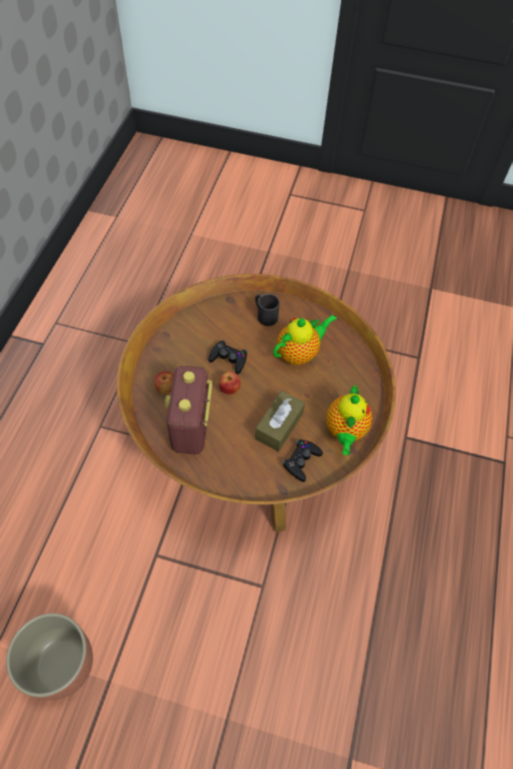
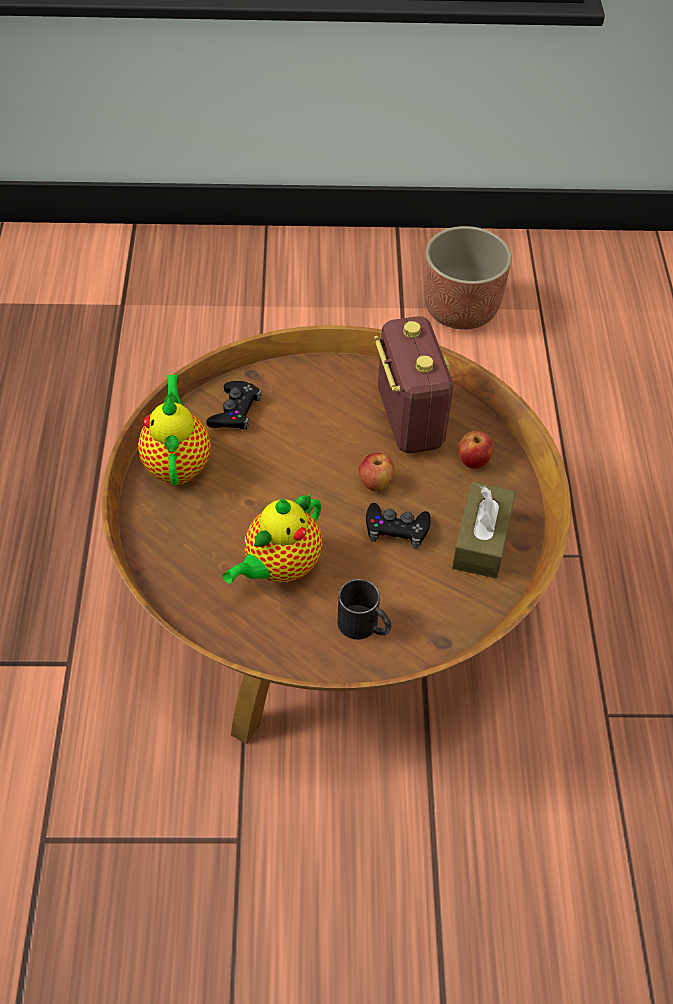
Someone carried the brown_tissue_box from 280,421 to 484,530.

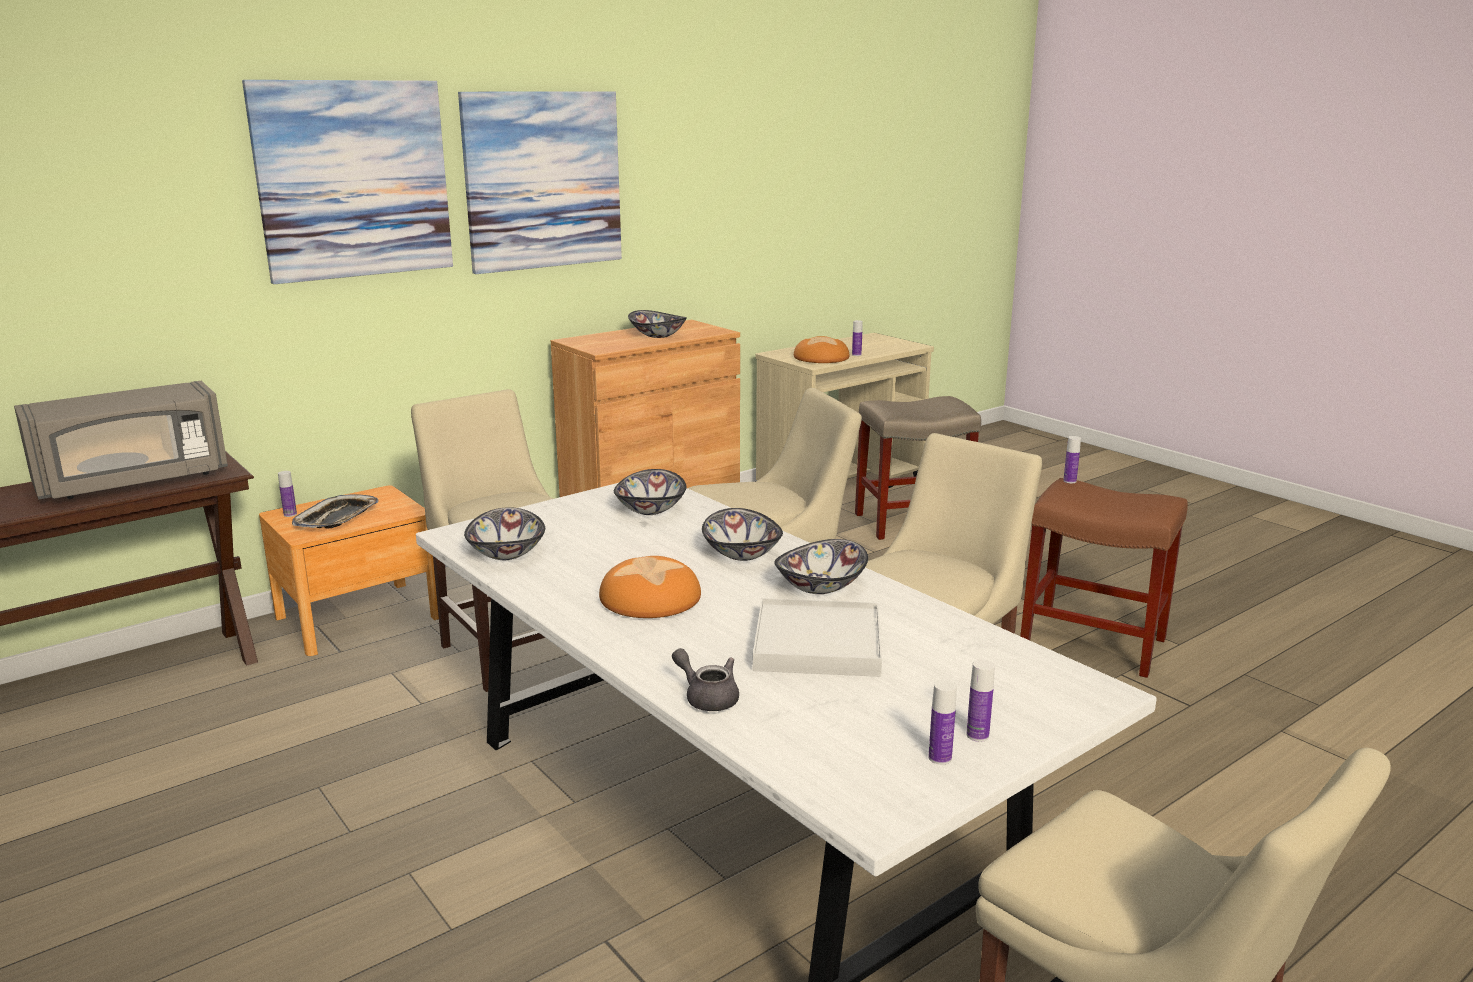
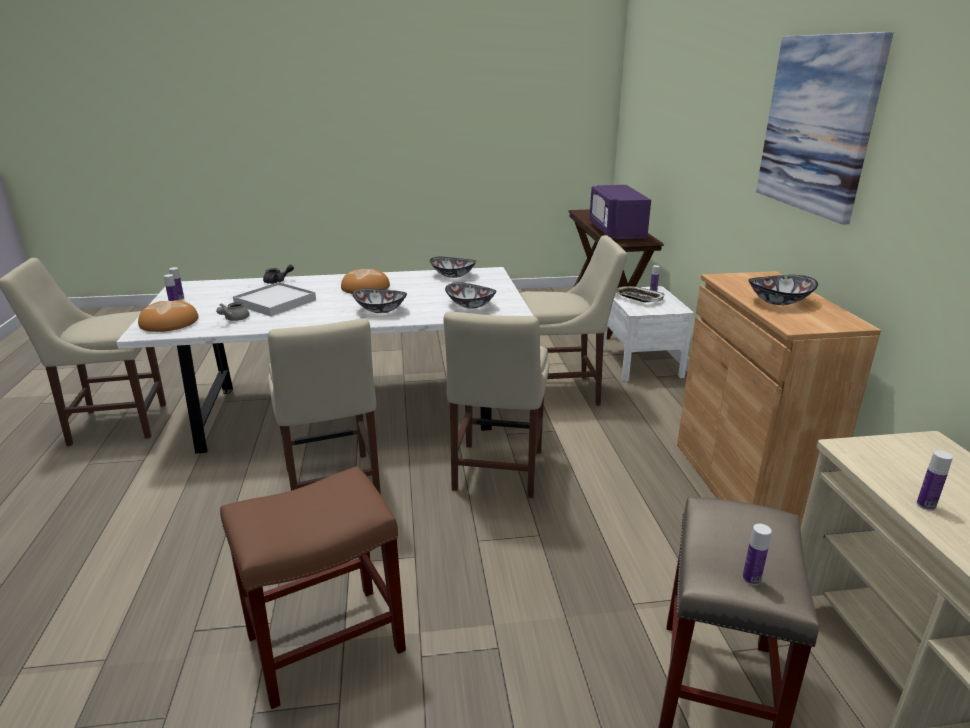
Someone repainted the grey_microwave at 121,440, which became the purple_microwave at 620,212.
Someone took away the picture at 347,182.
Someone repainted the brown_nightstand at 349,570, which became the white_nightstand at 648,334.
Someone took away the bowl at 821,566.
Someone carried the bread from 822,349 to 168,316.
Someone carried the bottle from 1072,459 to 757,554.
Someone put down the grey_teapot at 232,311.

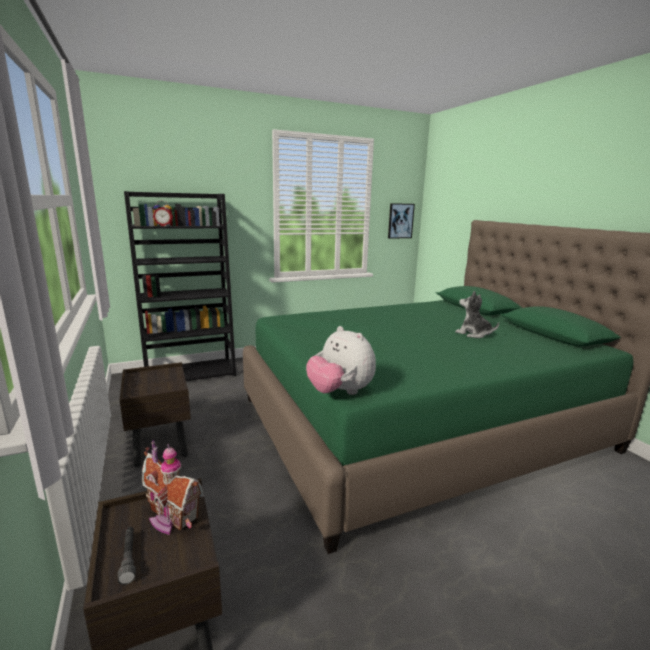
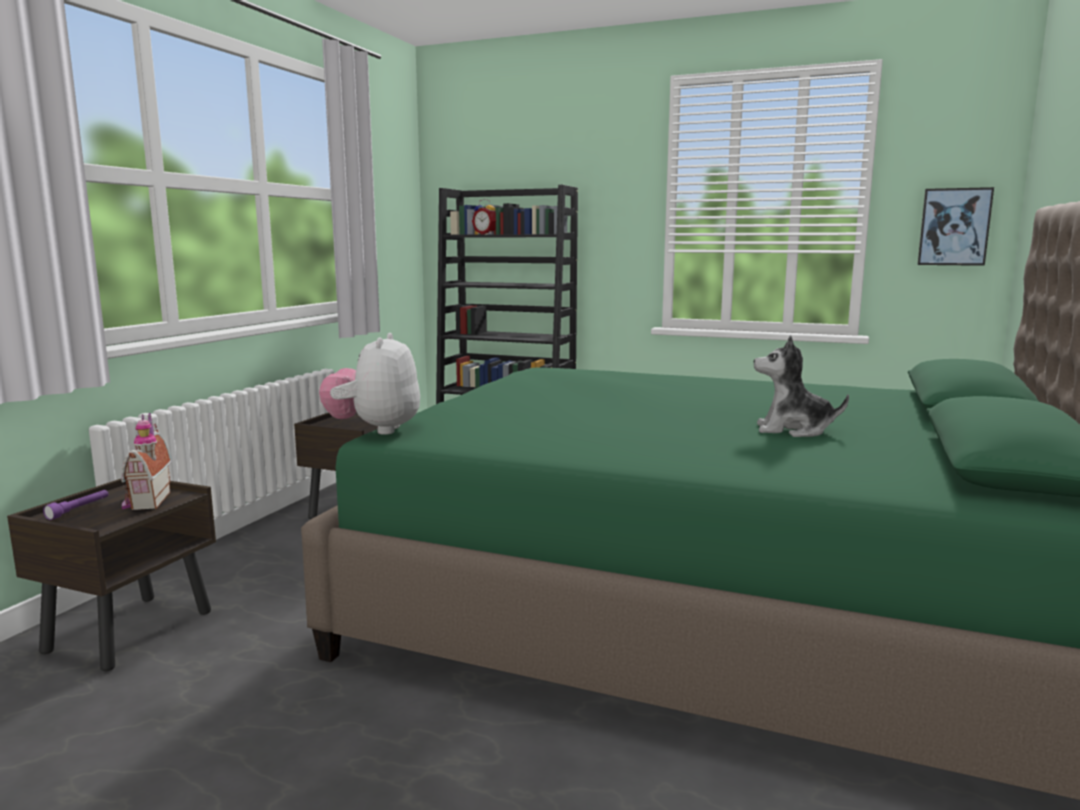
Someone repainted the grey_flashlight at 127,556, which became the purple_flashlight at 75,505.
Someone rotated the plush_toy at 477,314 by 75 degrees counterclockwise.

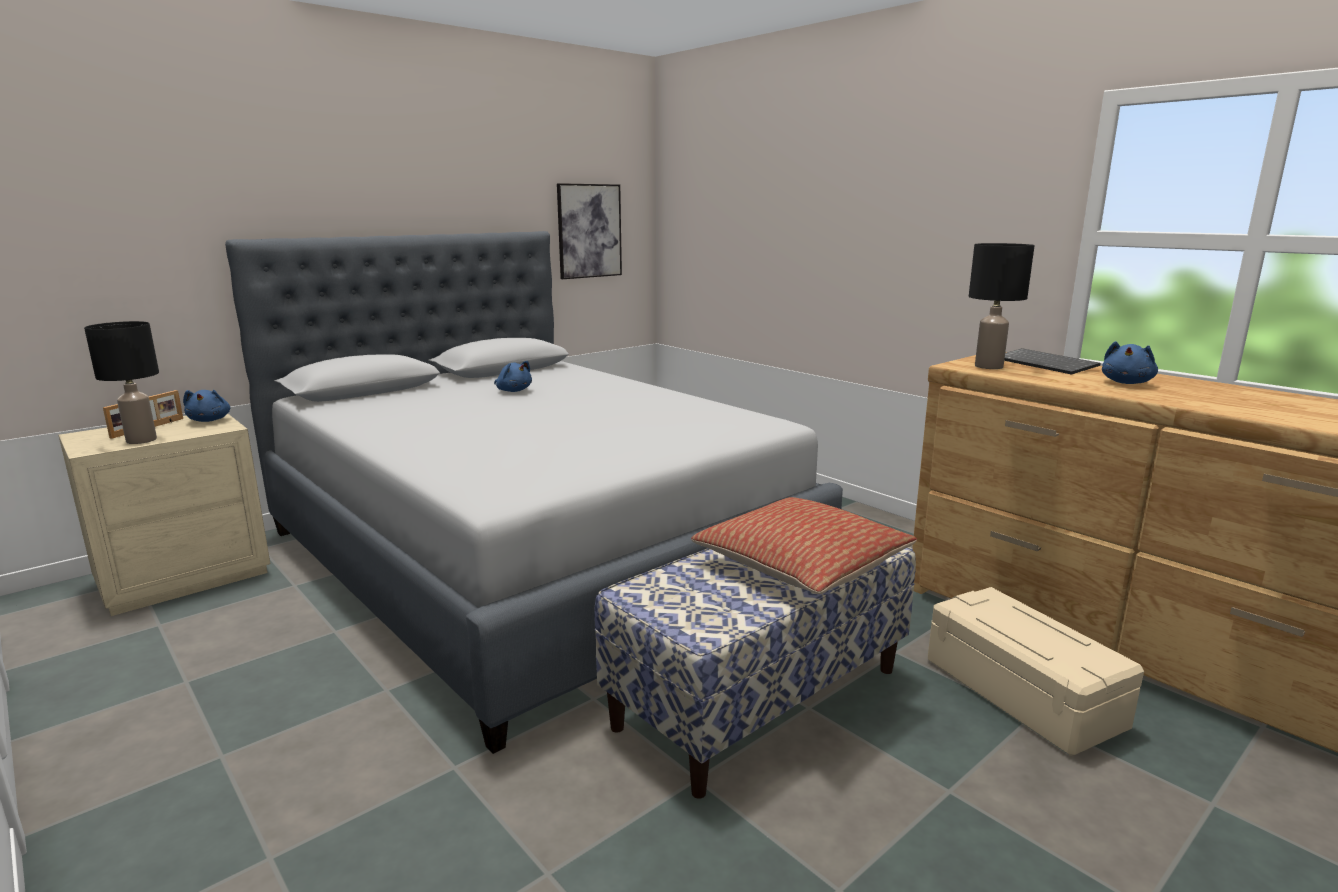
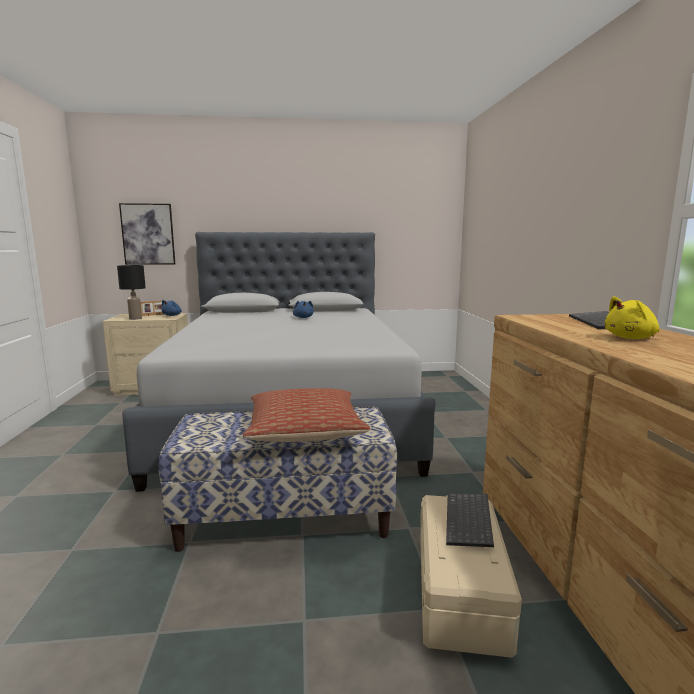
Someone carried the picture from 589,231 to 147,234.
Someone took away the black_table_lamp at 1002,306.
Someone repainted the blue_plush_toy at 1130,362, which became the yellow_plush_toy at 632,317.
Someone put down the keyboard at 470,520.

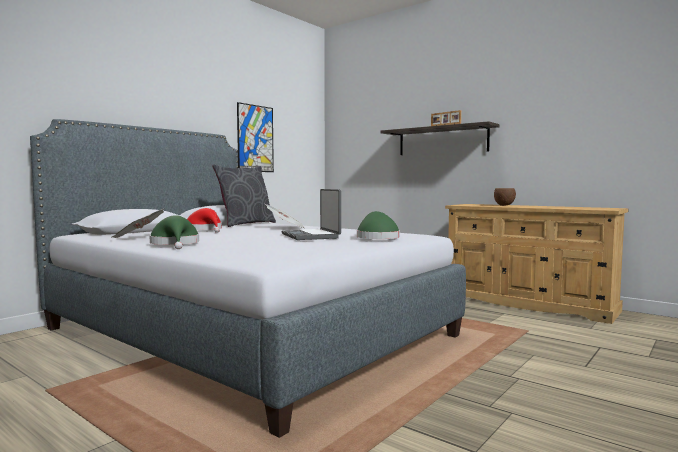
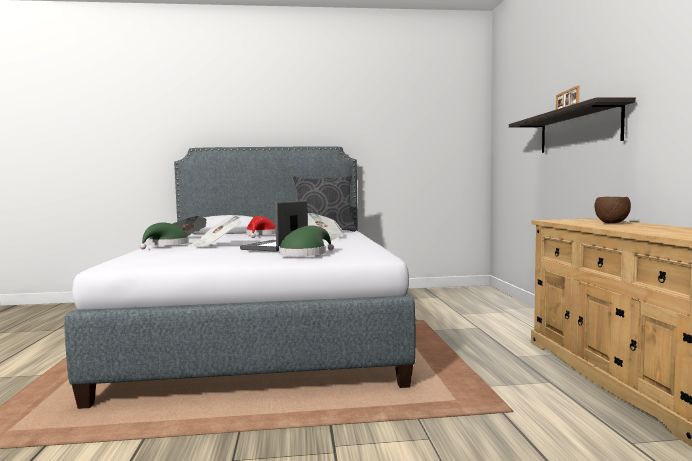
Someone took away the picture at 255,137.
Someone put down the newspaper at 216,231.

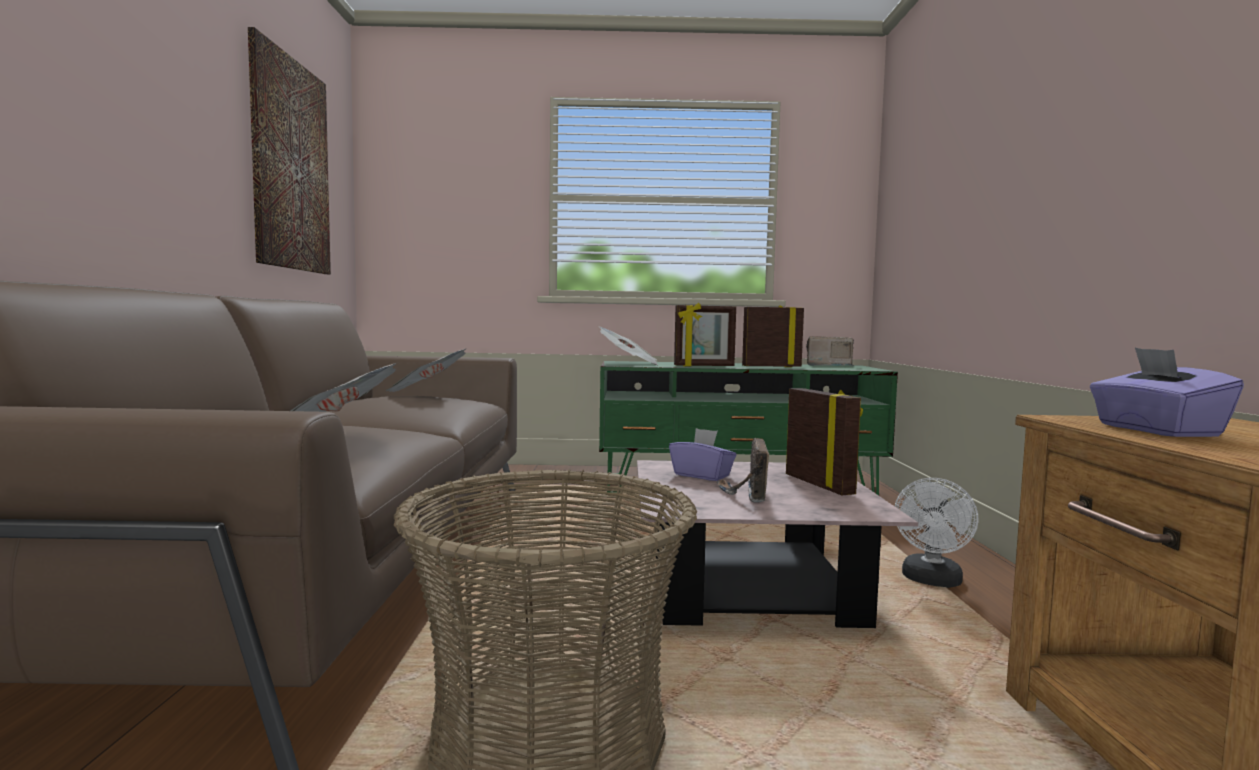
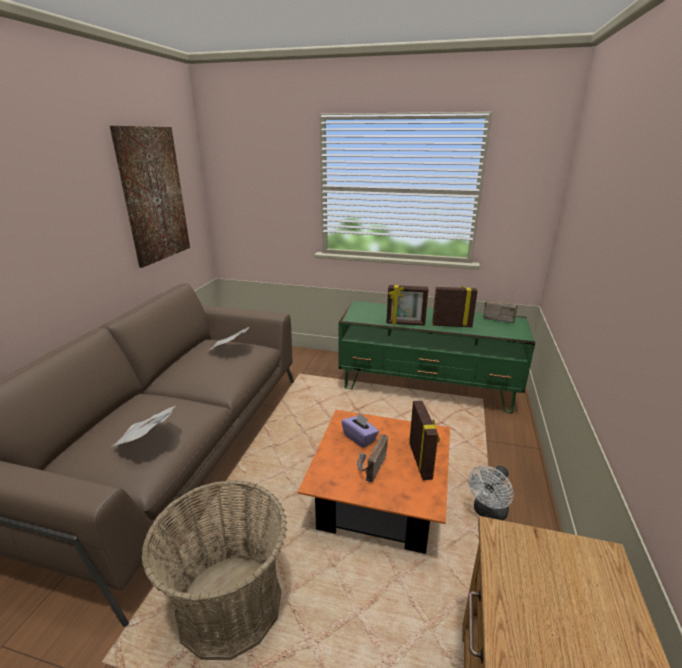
Someone took away the newspaper at 628,345.
Someone repainted the pink_coffee_table at 777,544, which became the orange_coffee_table at 374,482.
Someone took away the purple_tissue_box at 1167,392.

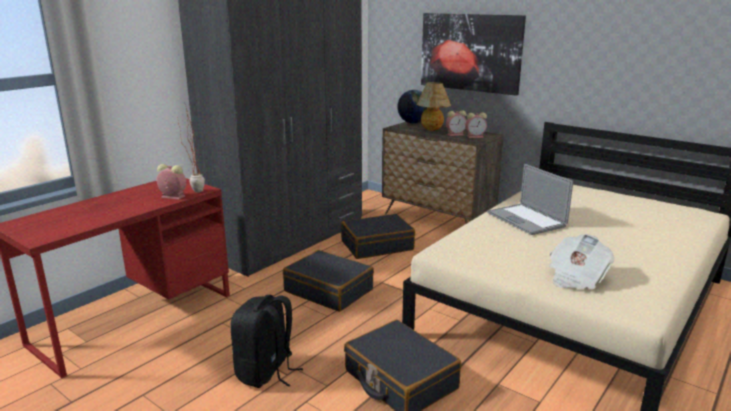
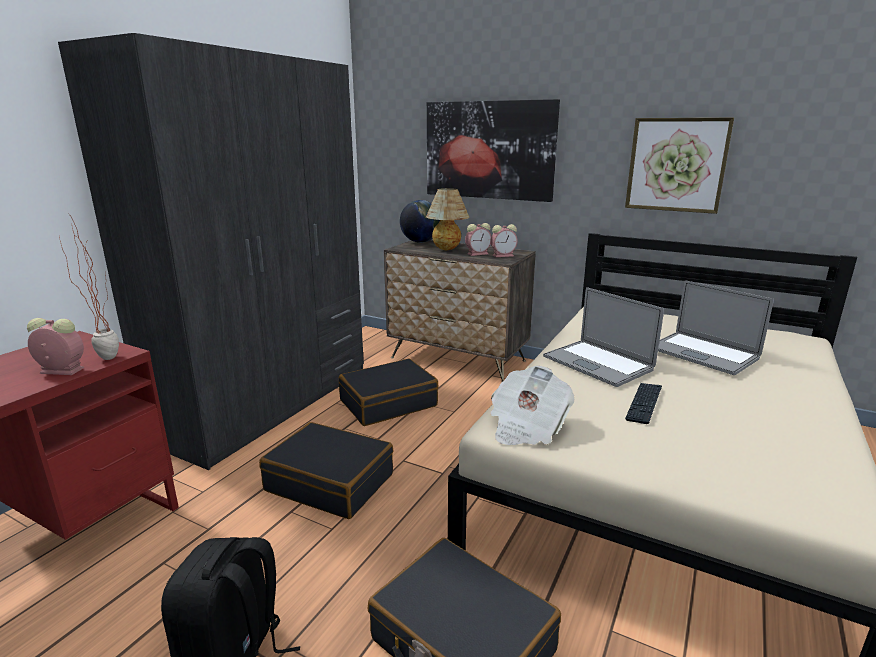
Someone carried the newspaper from 581,261 to 532,405.
Someone put up the picture at 679,166.
Someone put down the keyboard at 643,403.
Someone put down the laptop at 716,327.

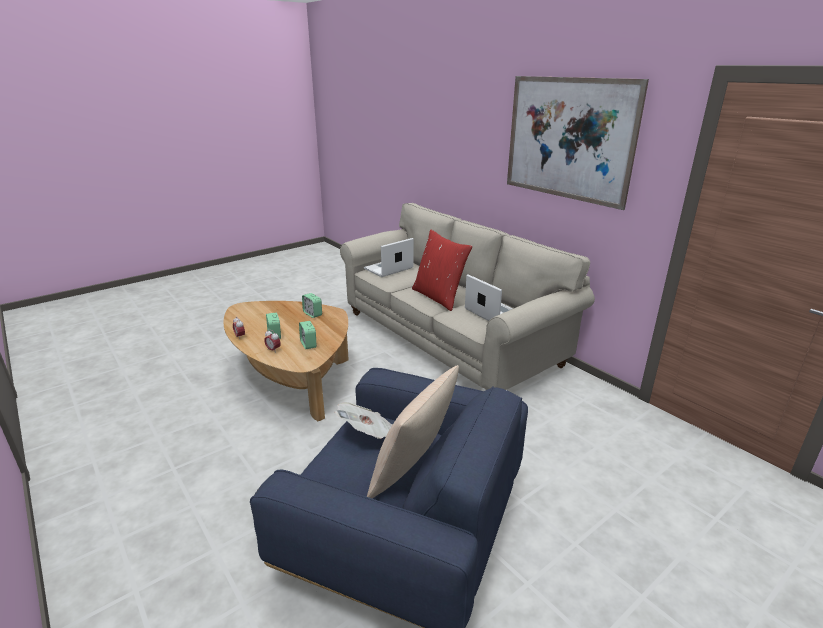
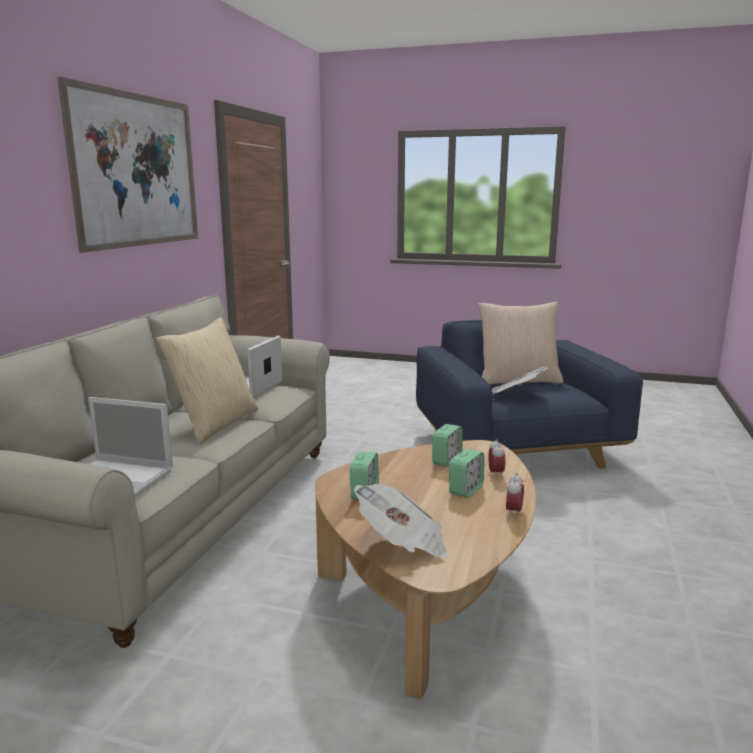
Someone repainted the red_pillow at 442,270, which became the beige_pillow at 207,380.
Someone put down the newspaper at 401,521.

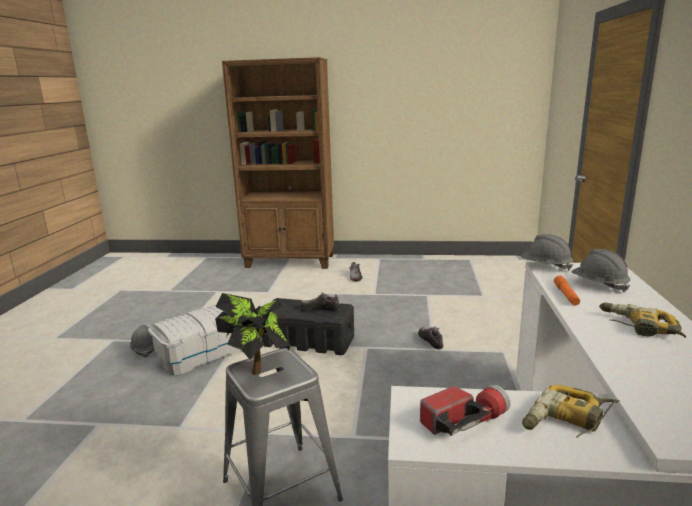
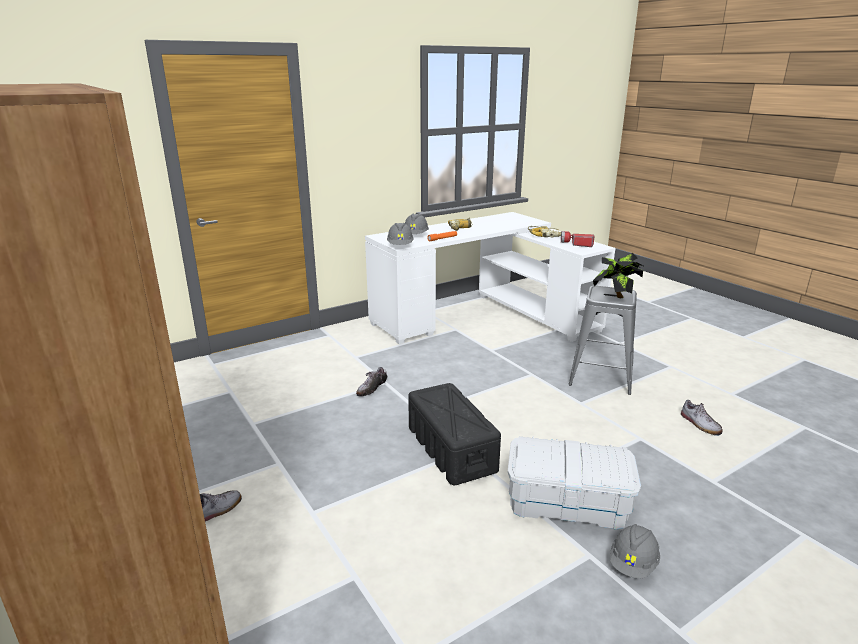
Someone carried the shoe from 320,301 to 702,418.

